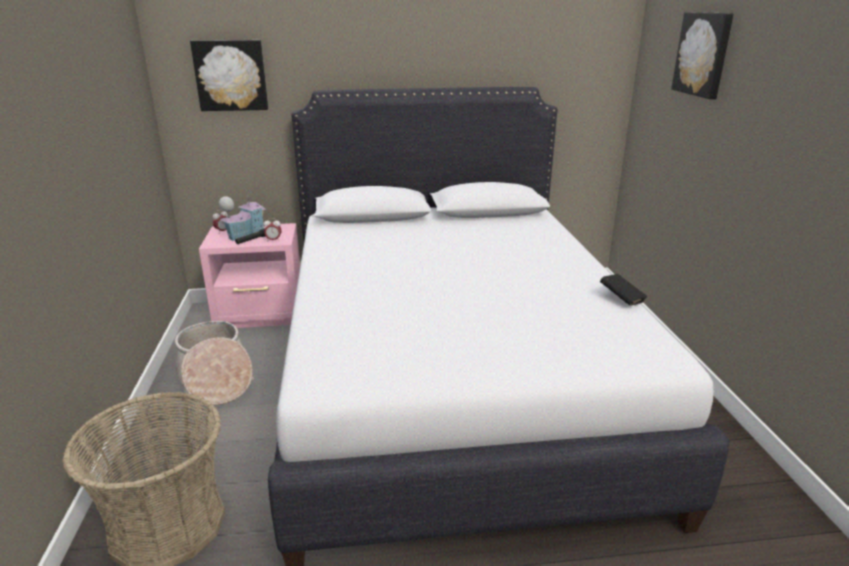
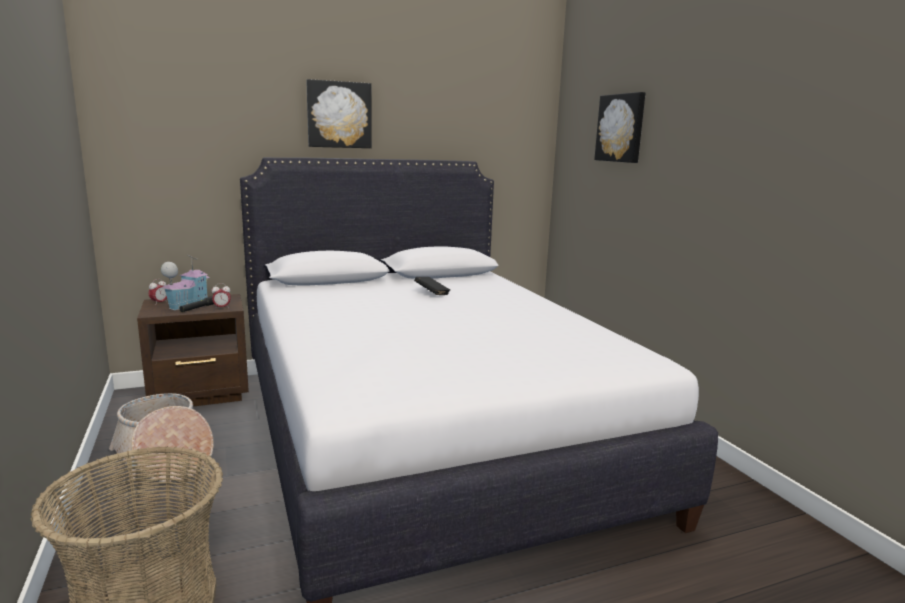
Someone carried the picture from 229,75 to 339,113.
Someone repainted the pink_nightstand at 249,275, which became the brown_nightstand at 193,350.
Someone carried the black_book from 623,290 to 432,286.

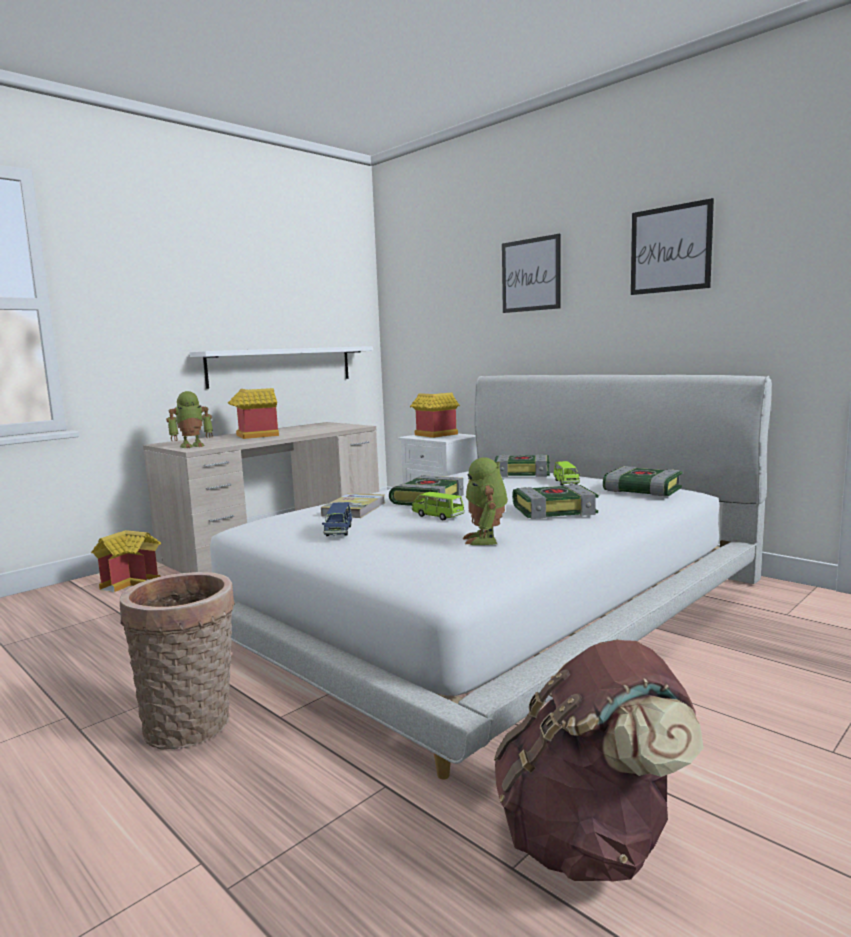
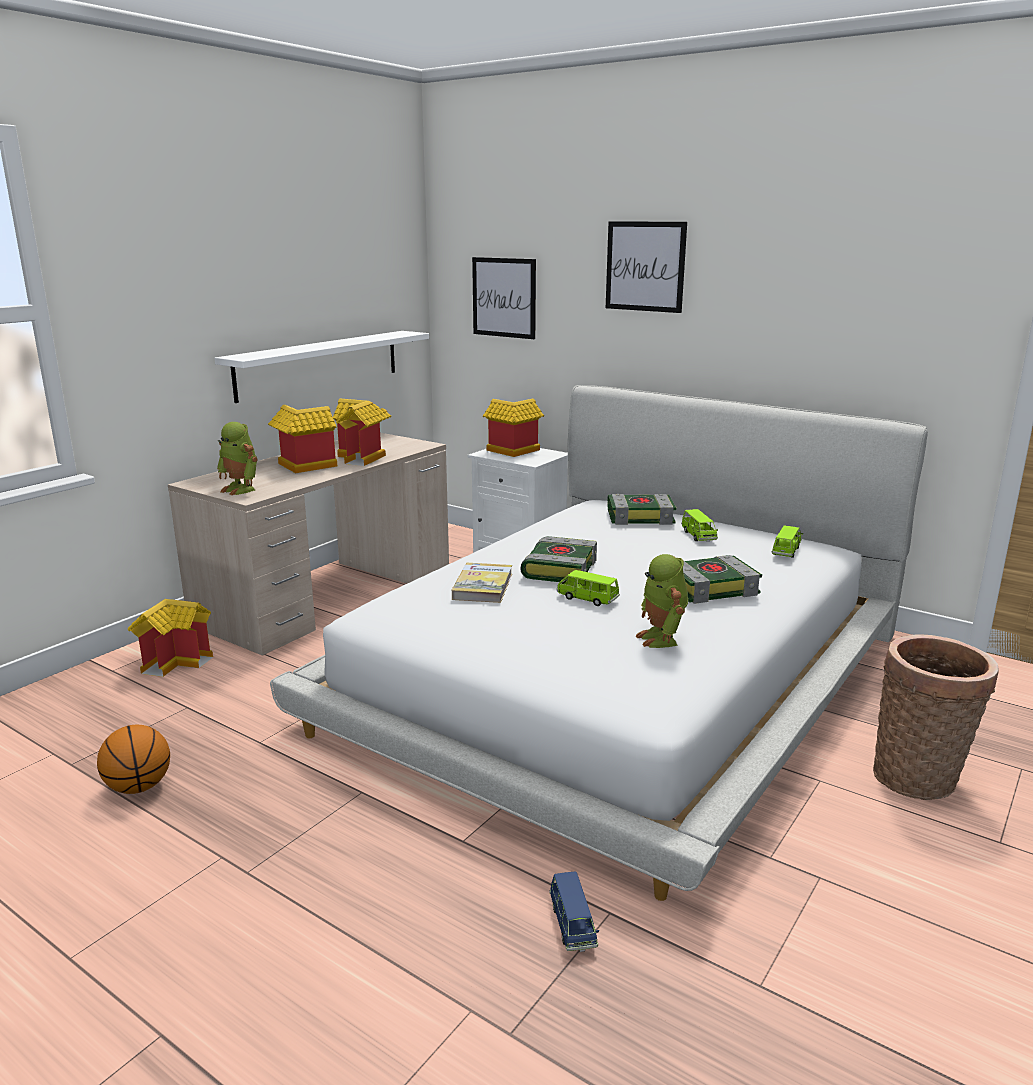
Someone carried the basket from 177,661 to 936,717.
Someone rotated the toy_robot at 189,419 by 75 degrees clockwise.
Someone carried the blue_toy_car from 337,519 to 574,912.
Someone took away the brown_backpack at 599,760.
Someone swapped the book at 642,481 for the green_toy_car at 787,542.
Someone carried the picture from 672,246 to 504,298.
Someone put down the basketball at 133,759.
Someone put down the toy_house at 362,432.

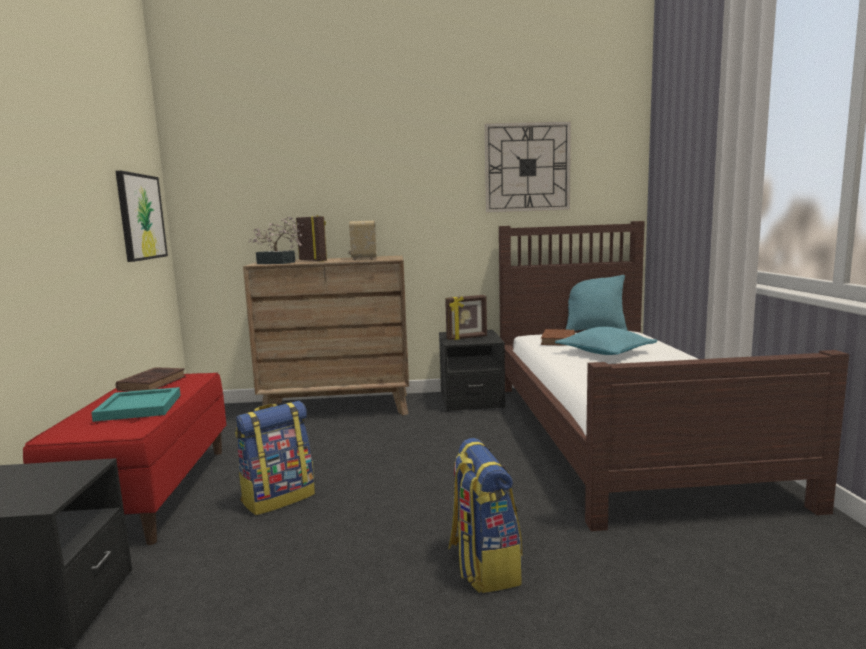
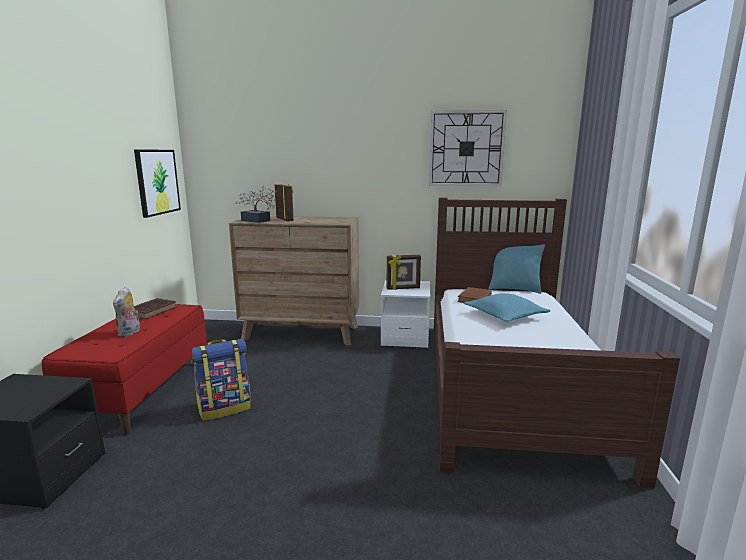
Someone swapped the turquoise_tray at 136,404 for the plush_toy at 126,312.
Someone took away the radio at 362,240.
Someone repainted the black_nightstand at 472,370, which became the white_nightstand at 405,314.
Someone took away the backpack at 485,515.

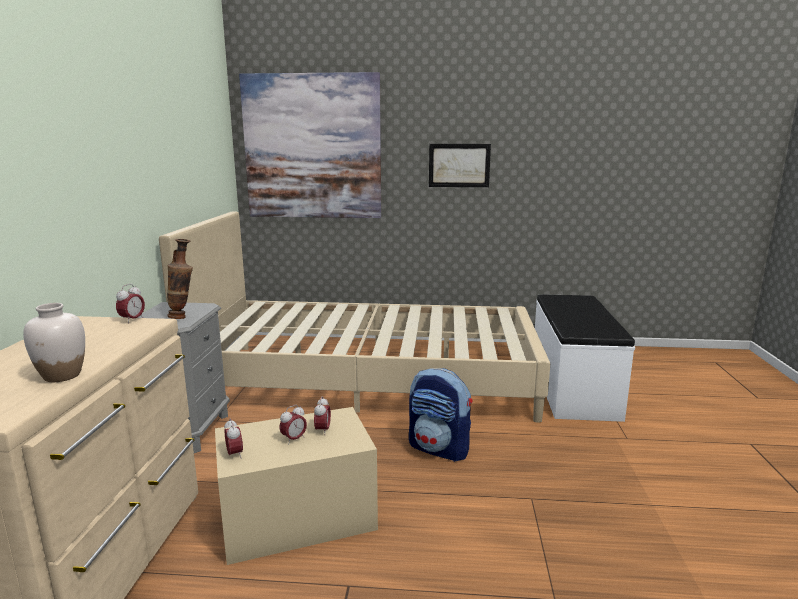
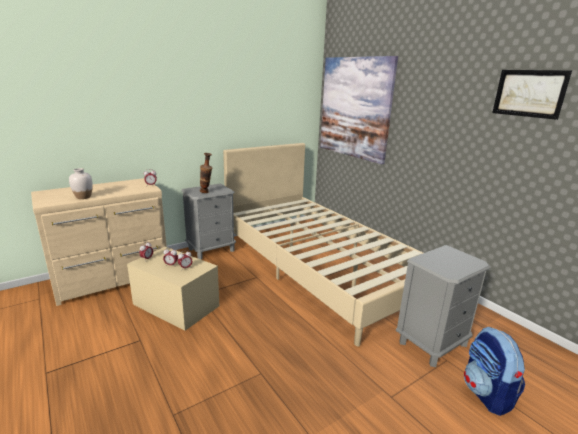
Someone carried the backpack from 441,415 to 494,371.
Someone carried the picture from 460,165 to 532,95.
Someone swapped the white_bench at 585,358 for the grey_nightstand at 443,306.

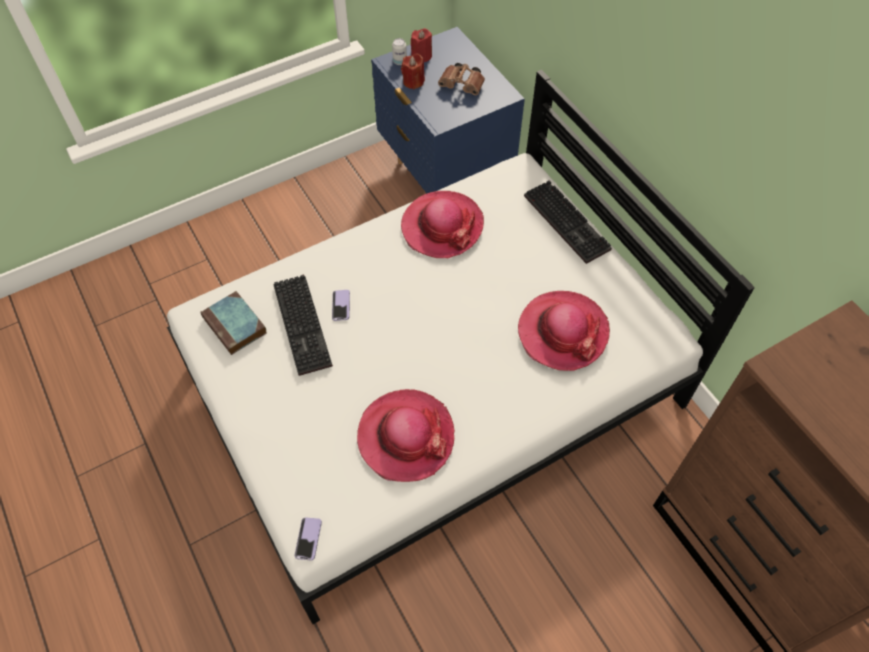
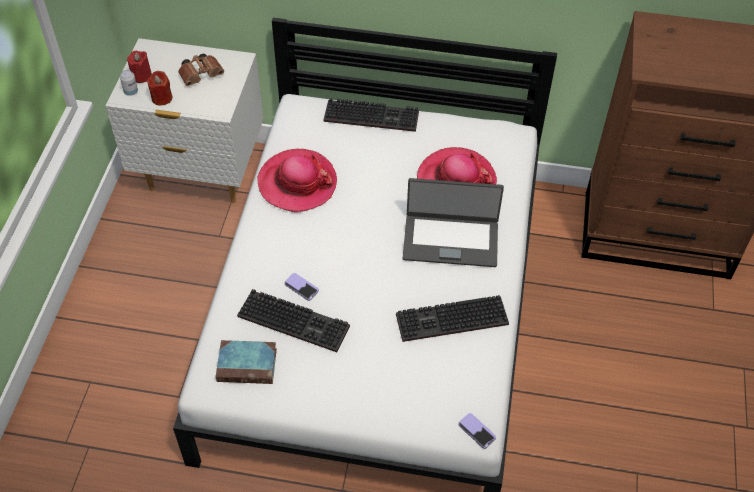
Someone swapped the hat at 406,435 for the keyboard at 452,318.
Someone repainted the blue_nightstand at 448,110, which became the white_nightstand at 185,120.
Someone put down the laptop at 453,222.

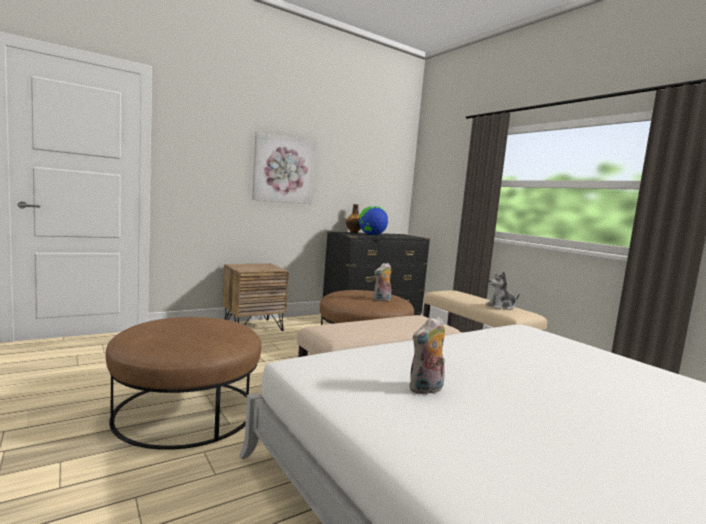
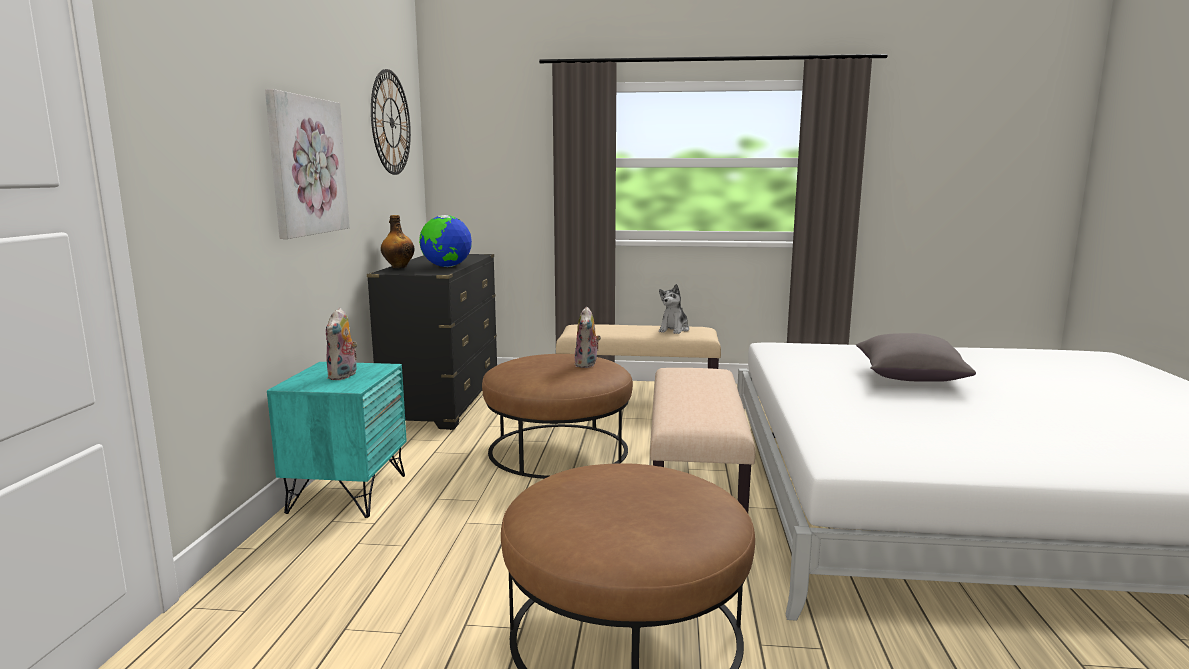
Someone repainted the brown_nightstand at 256,297, which became the turquoise_nightstand at 337,440.
Someone carried the plush_toy from 427,355 to 342,344.
Someone put up the wall_clock at 391,122.
Someone put down the grey_pillow at 916,357.

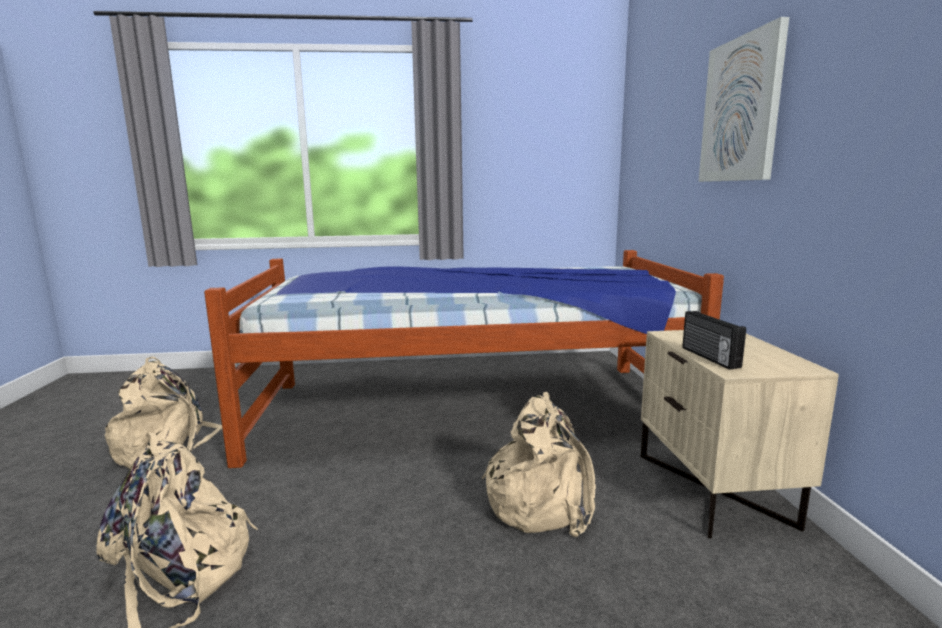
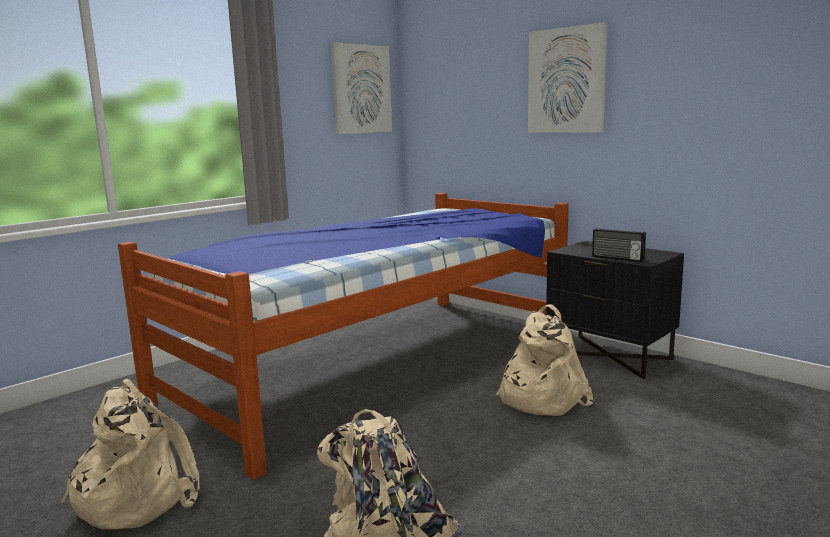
Someone repainted the beige_nightstand at 740,434, which became the black_nightstand at 615,310.
Someone put up the picture at 361,88.

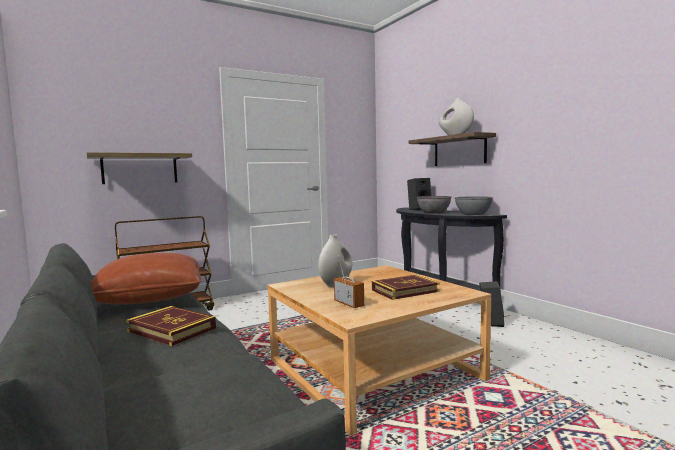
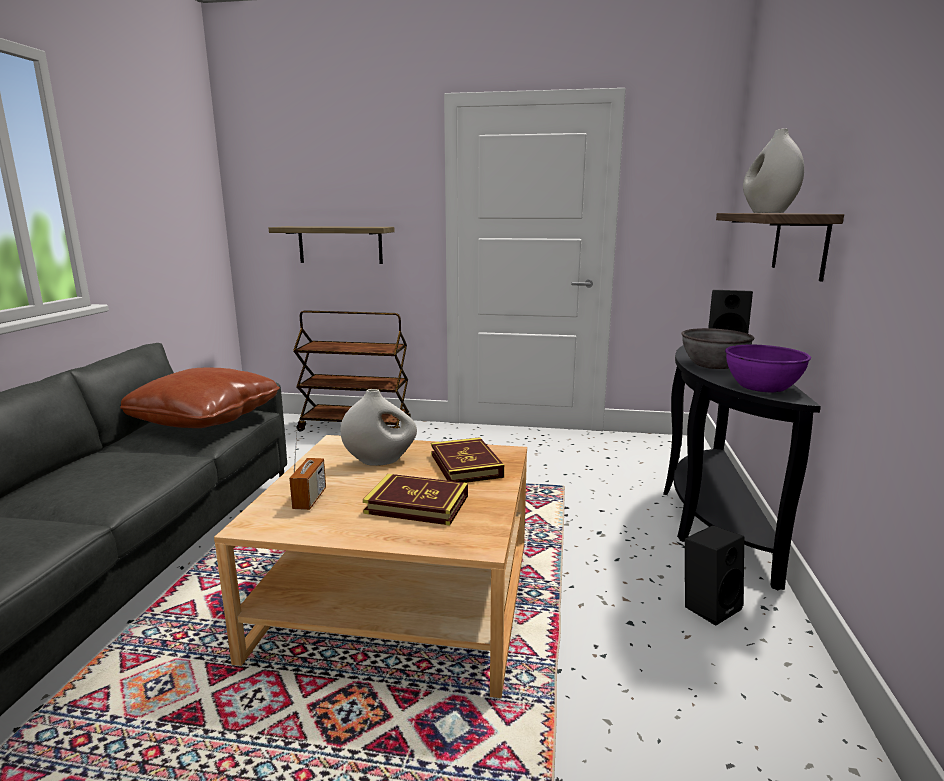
Someone carried the book from 171,326 to 467,460.
Someone repainted the grey_bowl at 474,205, which became the purple_bowl at 768,368.

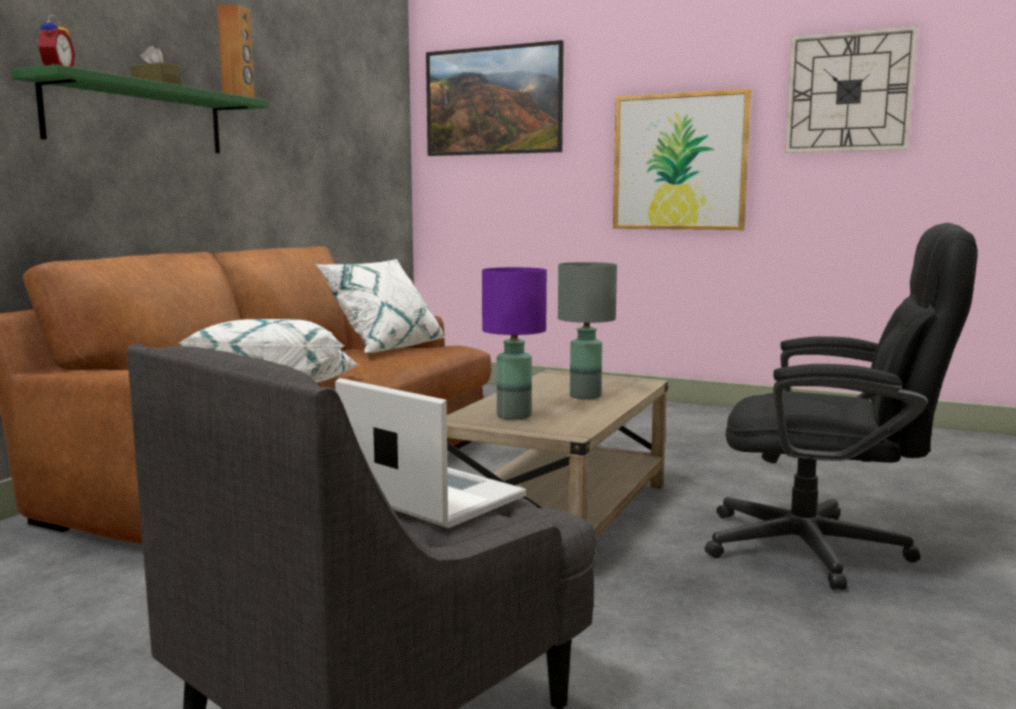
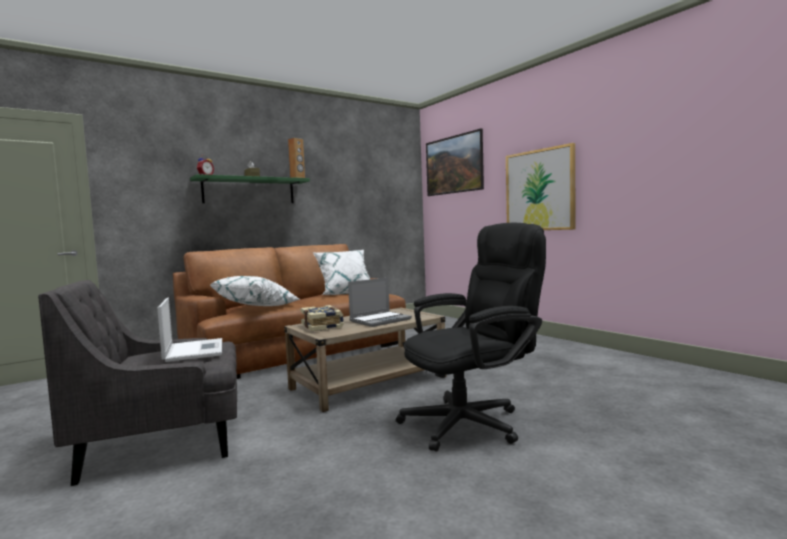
Someone swapped the purple_table_lamp at 514,343 for the book at 322,318.
Someone swapped the grey_table_lamp at 587,331 for the laptop at 380,302.
Someone rotated the black_office_chair at 841,406 by 75 degrees counterclockwise.
Someone took away the wall_clock at 851,89.

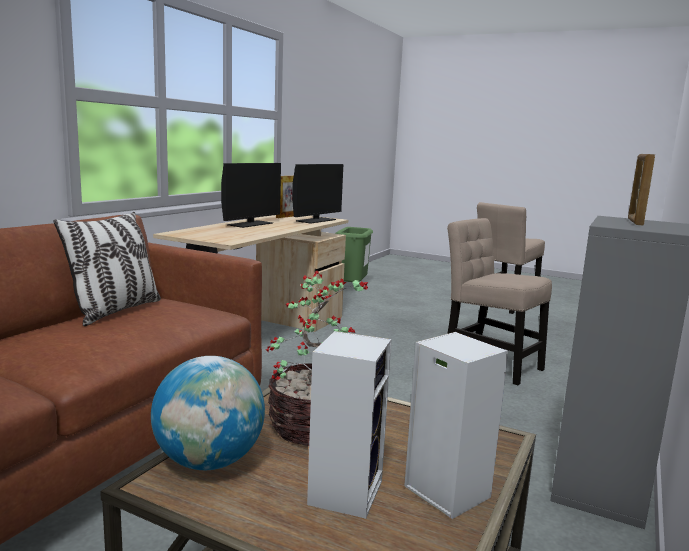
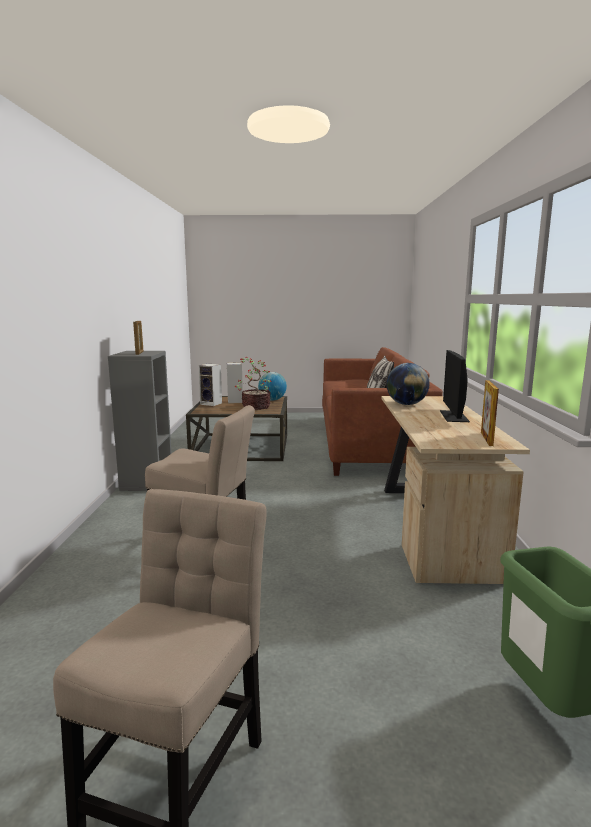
Someone took away the monitor at 317,194.
Someone put down the globe at 408,384.

